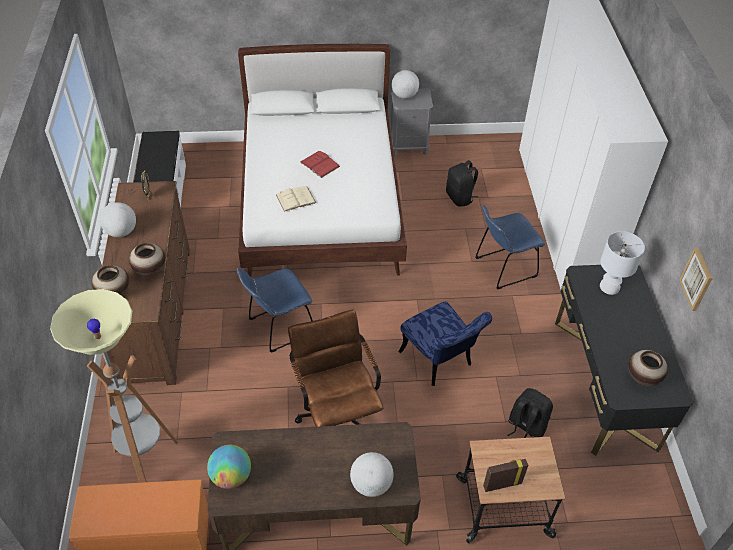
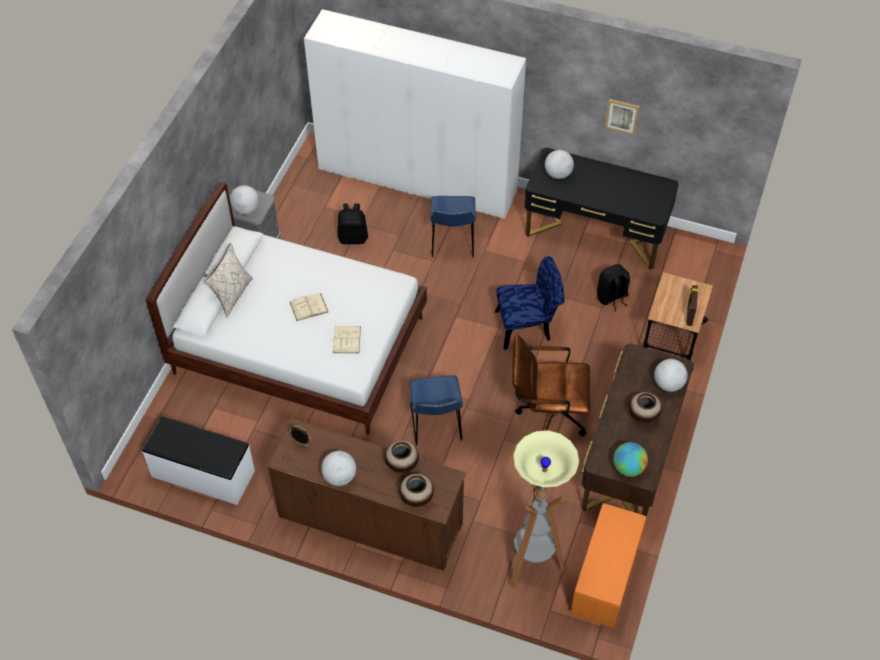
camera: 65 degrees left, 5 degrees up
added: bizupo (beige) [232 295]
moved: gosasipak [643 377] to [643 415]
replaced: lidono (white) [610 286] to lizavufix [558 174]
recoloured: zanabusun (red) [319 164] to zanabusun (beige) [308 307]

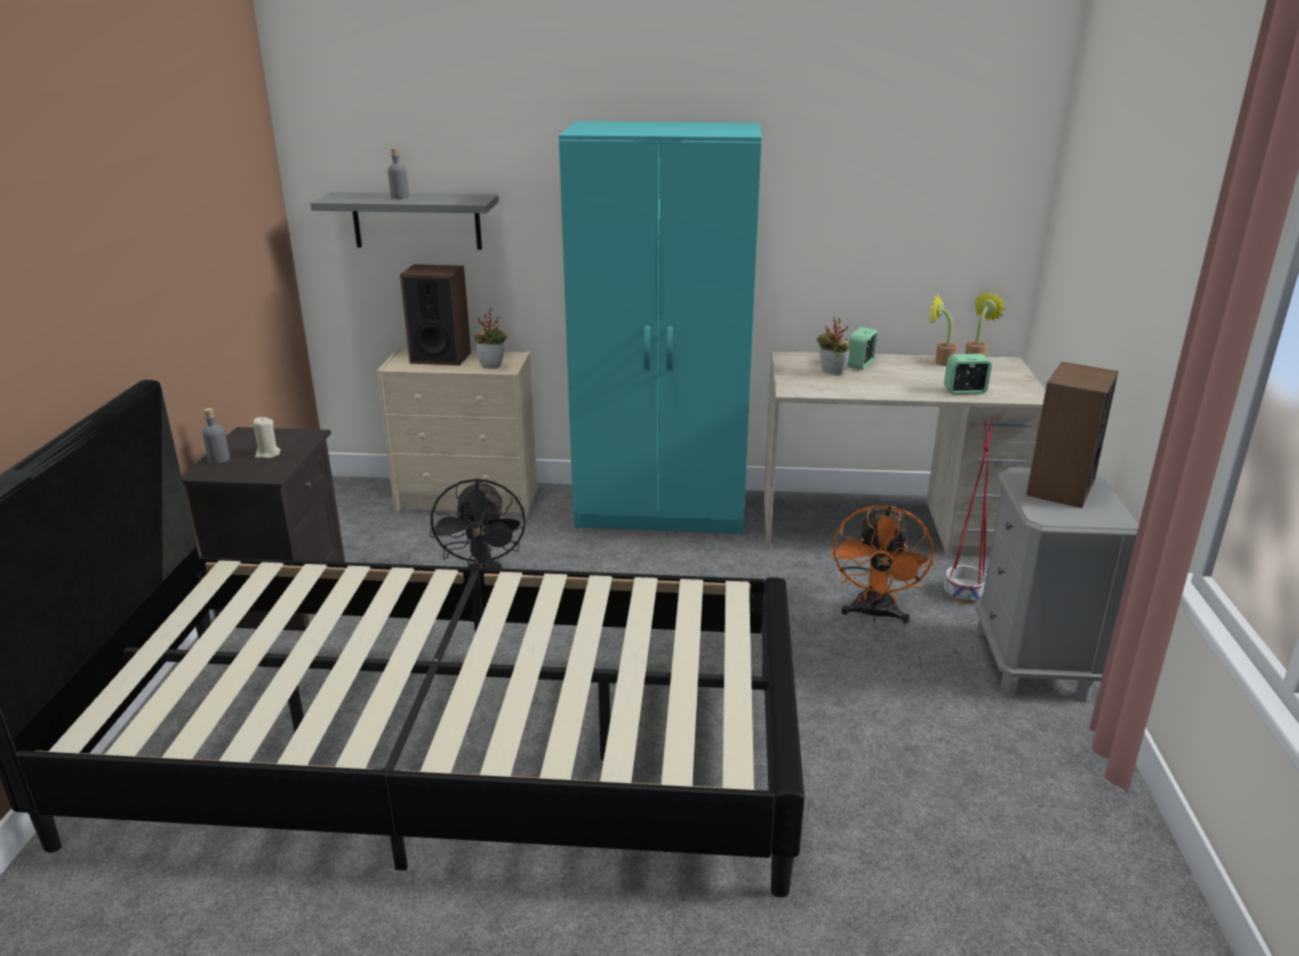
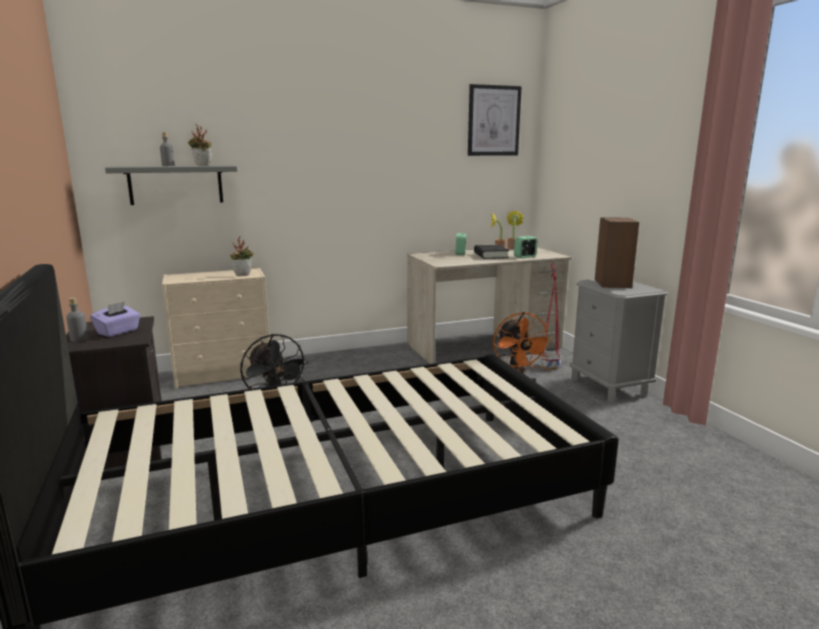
camera: 25 degrees left, 10 degrees down
removed: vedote [440 357]; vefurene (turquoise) [662 511]
added: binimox [493 121]; zanabusun (black) [490 255]
moved: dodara [830 373] to [201 165]
replaced: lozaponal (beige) [268 454] to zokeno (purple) [118 332]

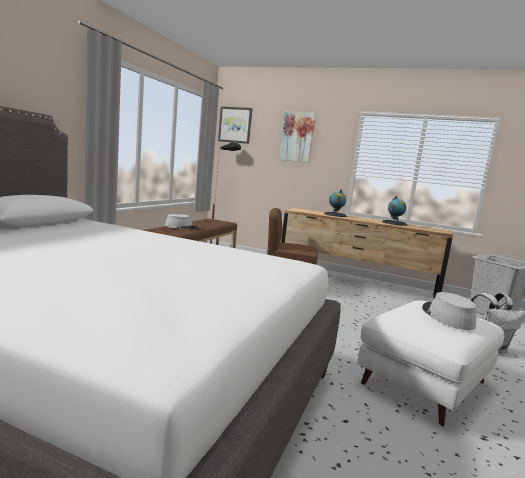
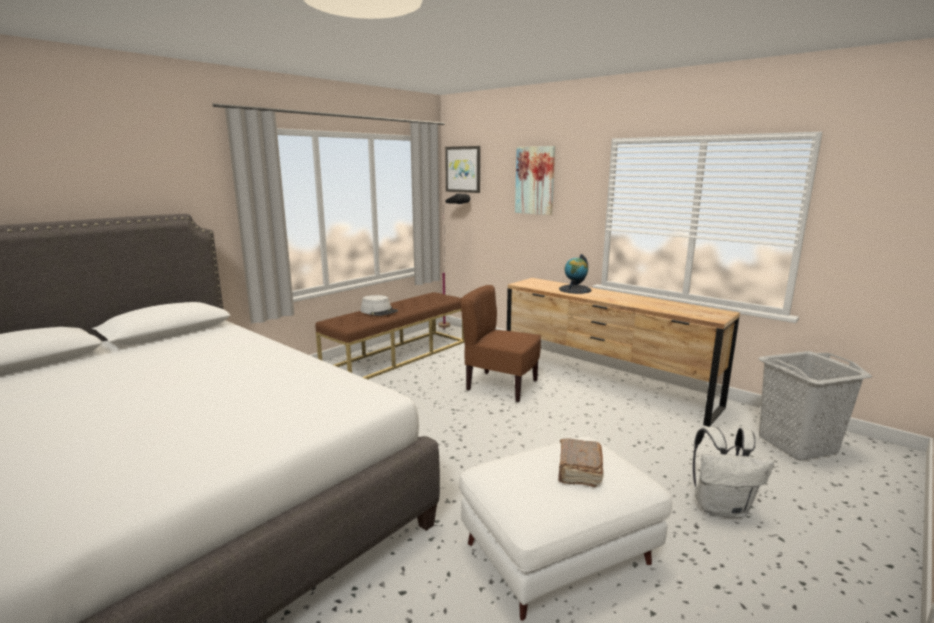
camera: 20 degrees right, 5 degrees up
removed: lizavufix [394 223]
replaced: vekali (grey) [447 317] to zanabusun (brown) [579 471]

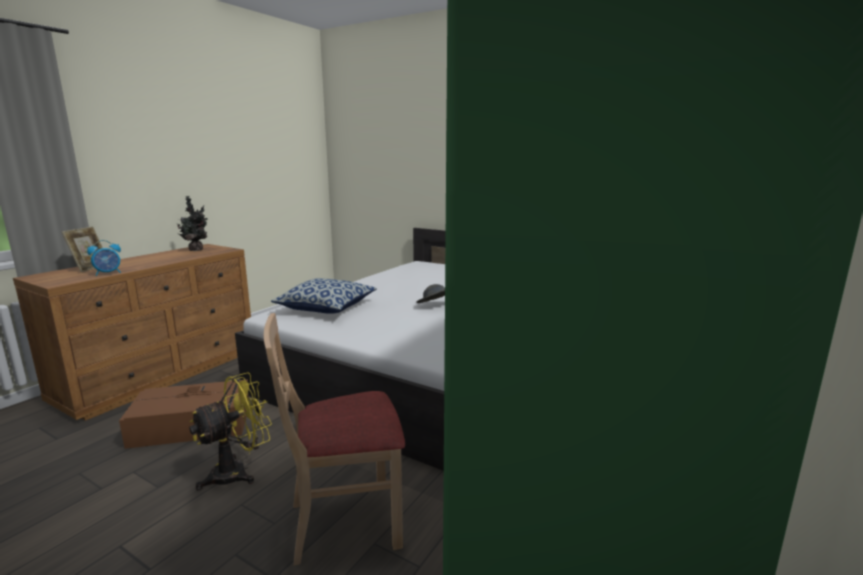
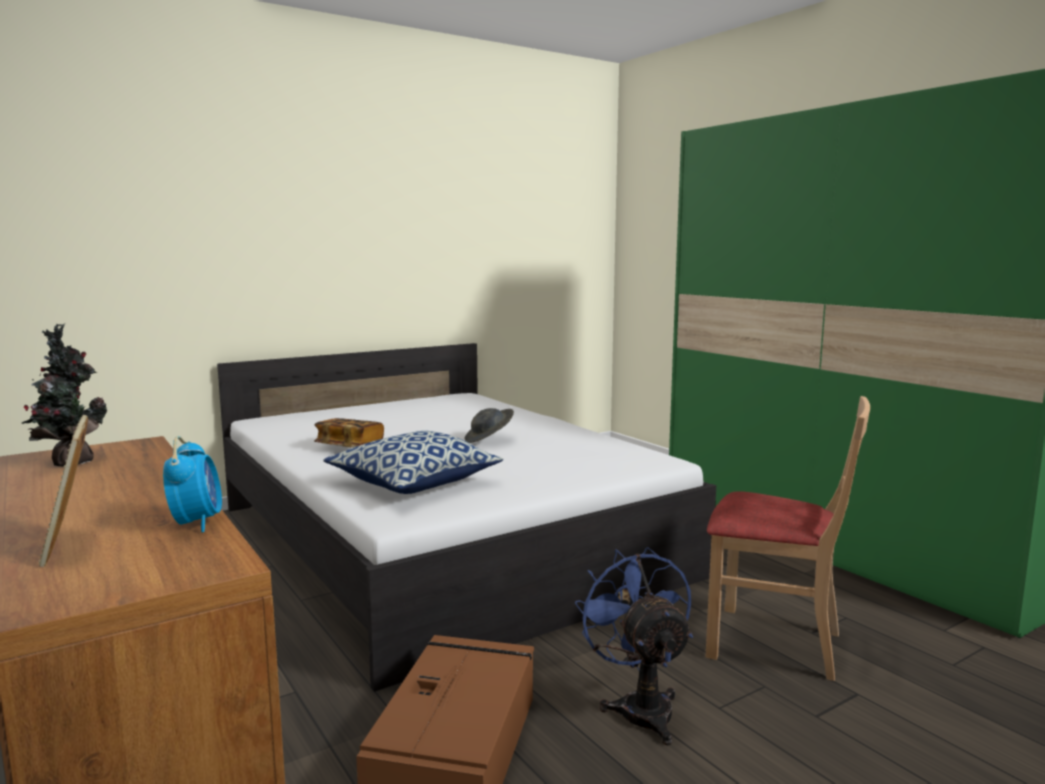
camera: 65 degrees left, 5 degrees down
added: zanabusun [349 447]
recoloured: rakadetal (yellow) [238 472] to rakadetal (blue) [640 706]
turned: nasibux [90 268] = [71 544] 150 degrees counterclockwise; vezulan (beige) [345 521] = [774 643] 75 degrees counterclockwise

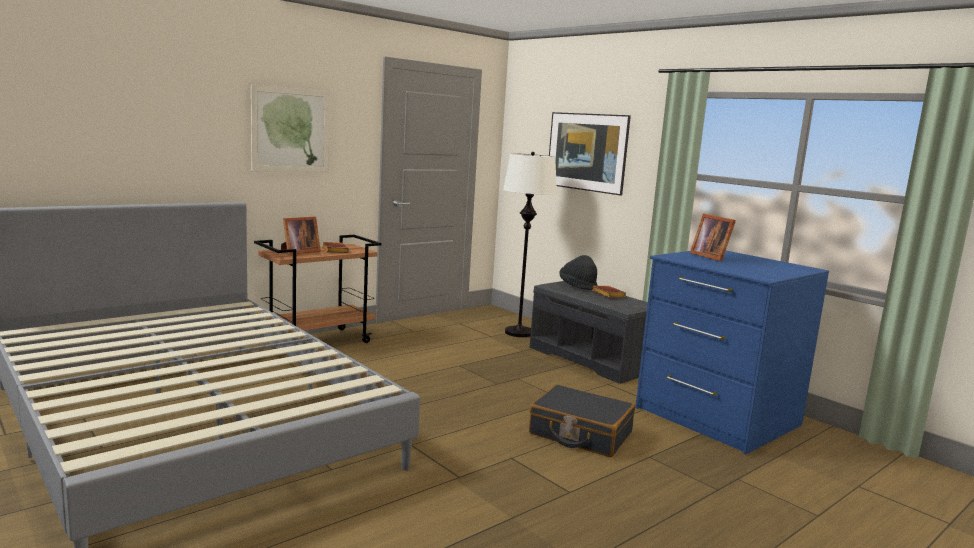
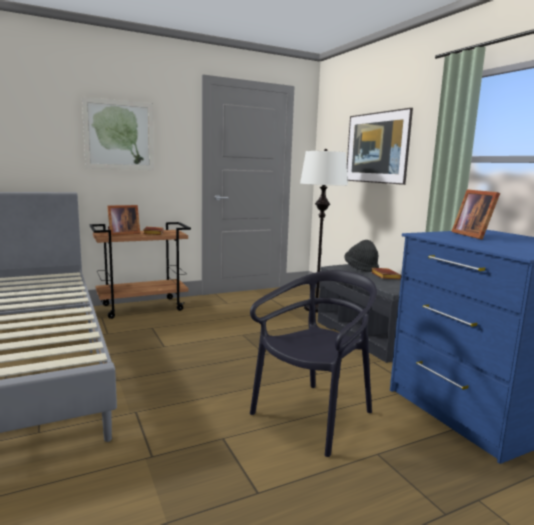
camera: 15 degrees right, 0 degrees up
replaced: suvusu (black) [580 434] to vezulan (black) [314 416]

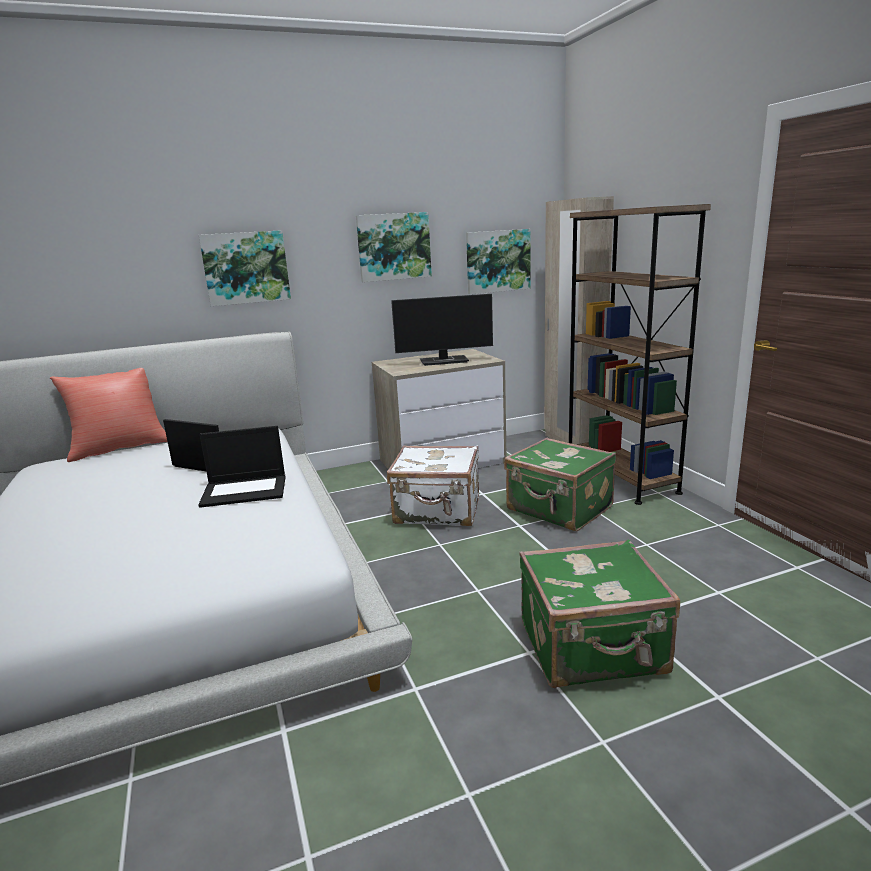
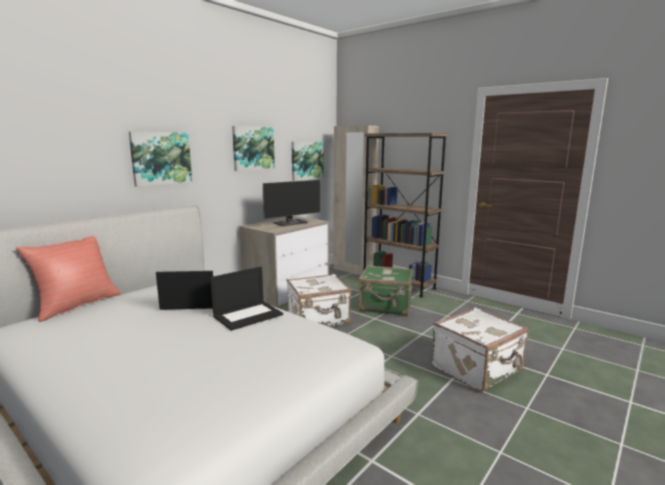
camera: 30 degrees left, 5 degrees down
recoloured: suvusu (green) [593 649] to suvusu (white) [477 369]

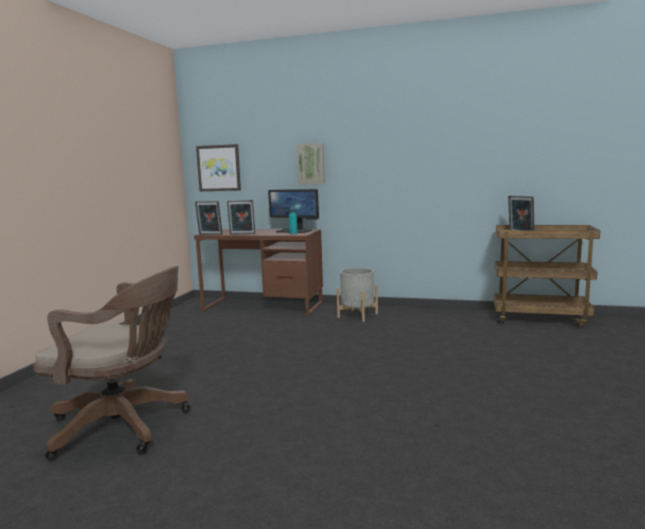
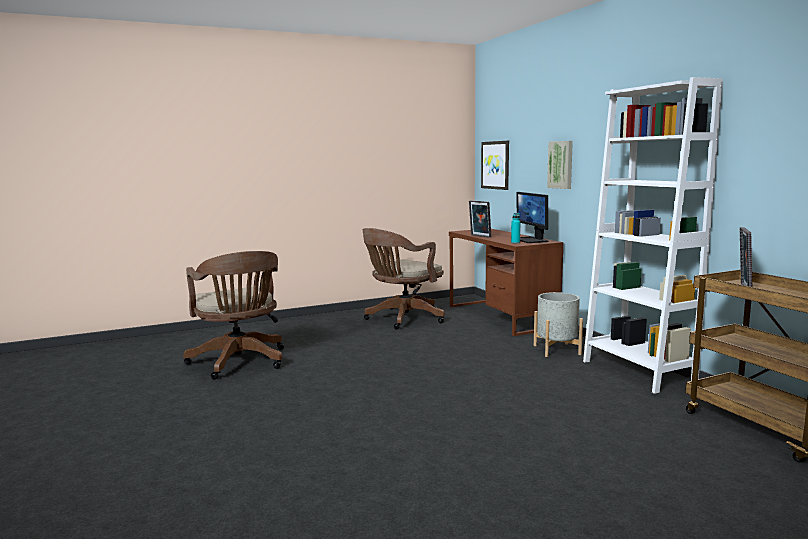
camera: 50 degrees right, 0 degrees up
removed: nasibux [210 234]
added: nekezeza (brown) [402 319]; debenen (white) [637 371]

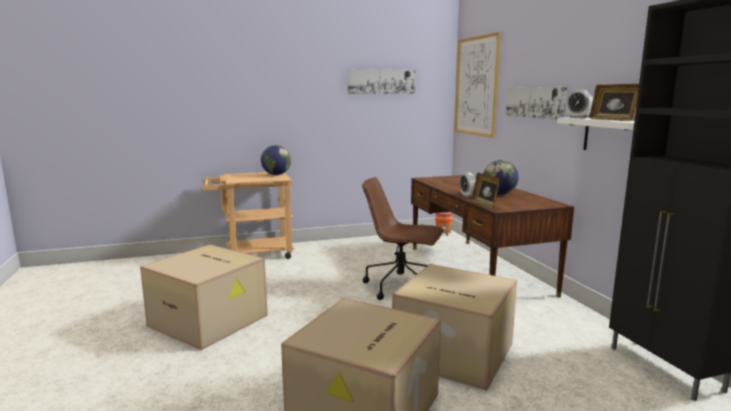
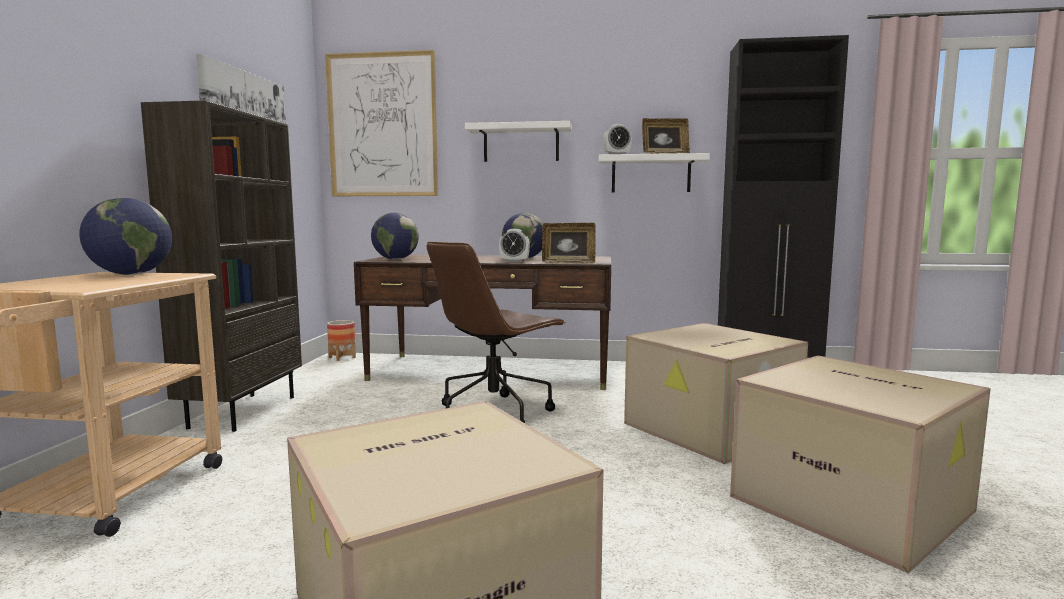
camera: 65 degrees left, 5 degrees down
added: debenen (brown) [243 411]; lizavufix [395 259]
replaced: binimox [535 102] to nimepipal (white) [521 143]

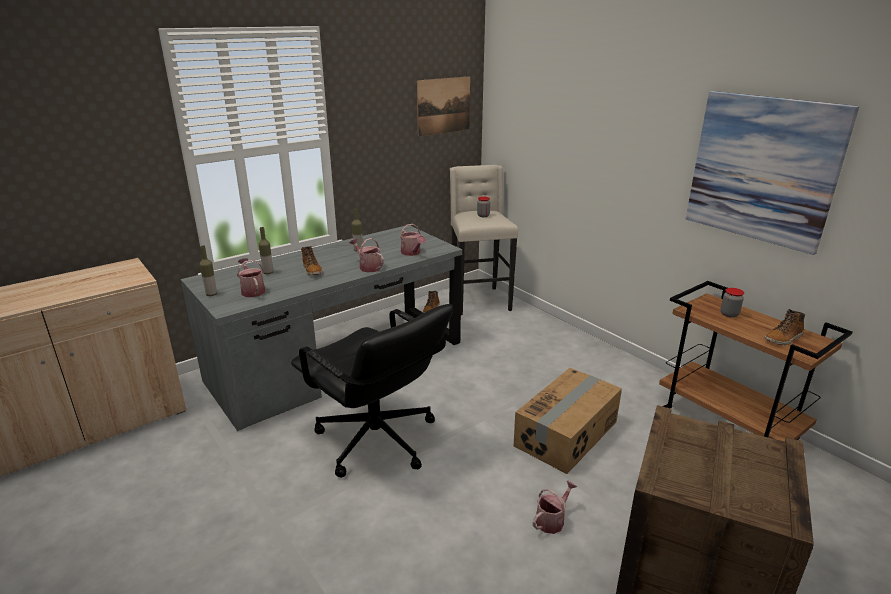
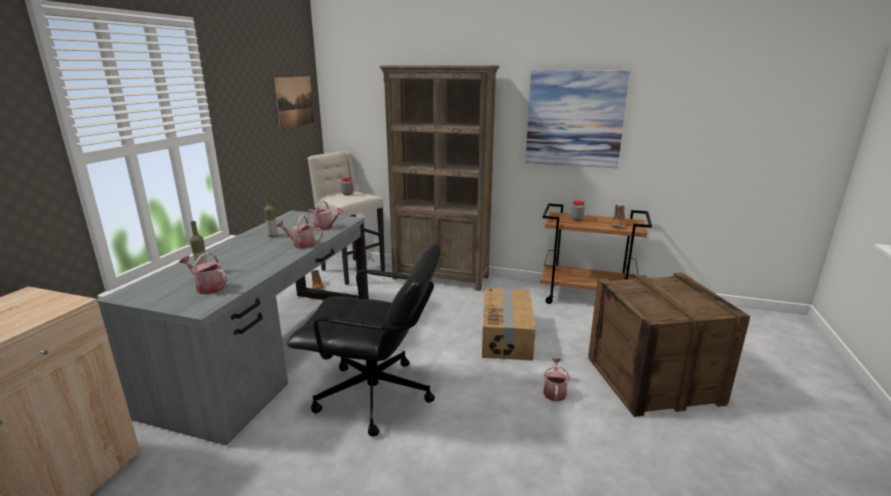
camera: 35 degrees left, 5 degrees down
removed: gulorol [211 294]; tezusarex [312 270]
added: debenen (brown) [441 277]

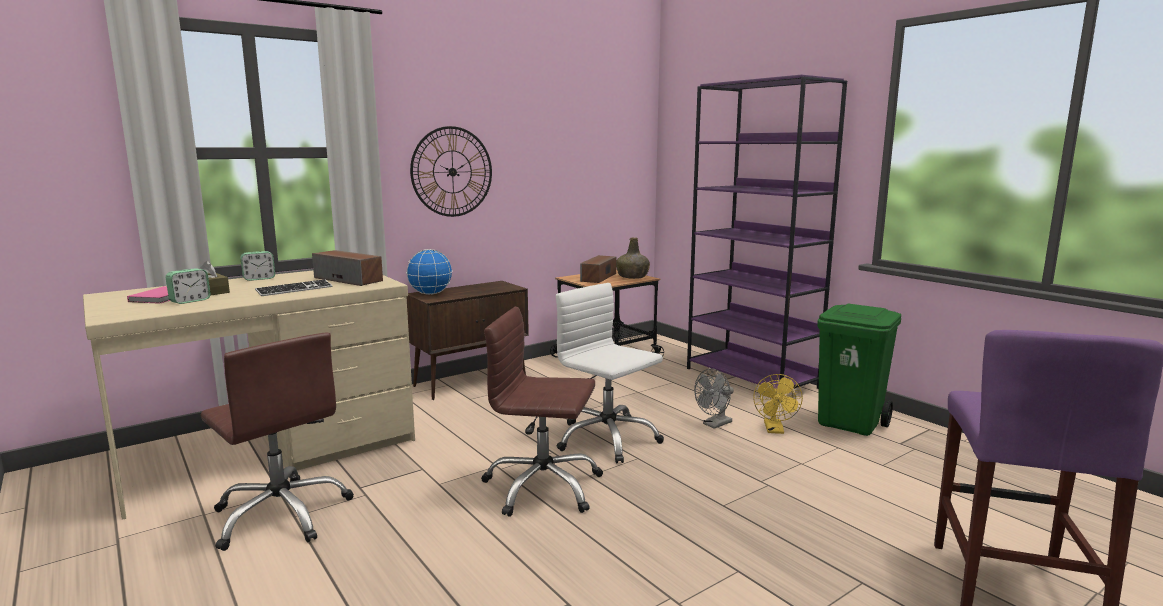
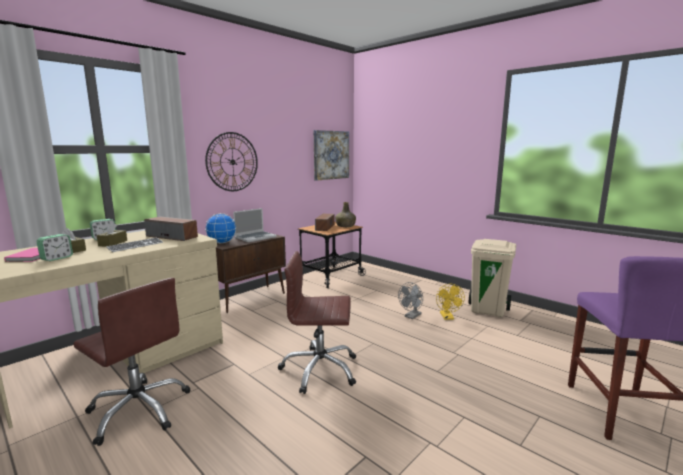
camera: 10 degrees left, 0 degrees up
removed: nekezeza (white) [607 439]; debenen (purple) [752 378]
added: zokeno (brown) [113 243]; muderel [255 237]; binimox [331 155]
recoloured: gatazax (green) [850 424] to gatazax (beige) [488 310]

